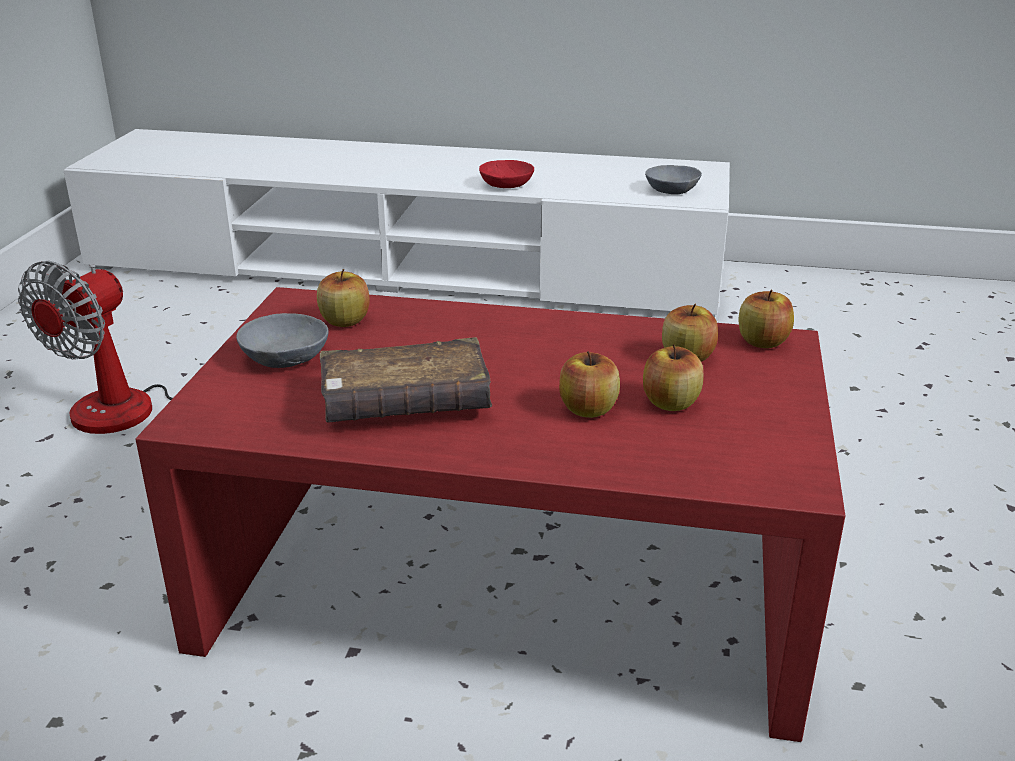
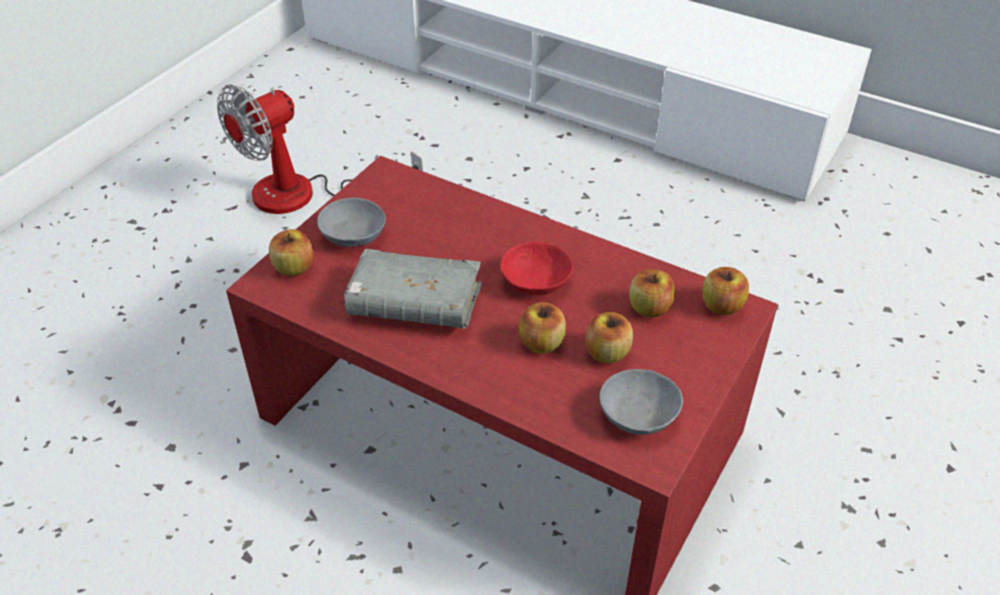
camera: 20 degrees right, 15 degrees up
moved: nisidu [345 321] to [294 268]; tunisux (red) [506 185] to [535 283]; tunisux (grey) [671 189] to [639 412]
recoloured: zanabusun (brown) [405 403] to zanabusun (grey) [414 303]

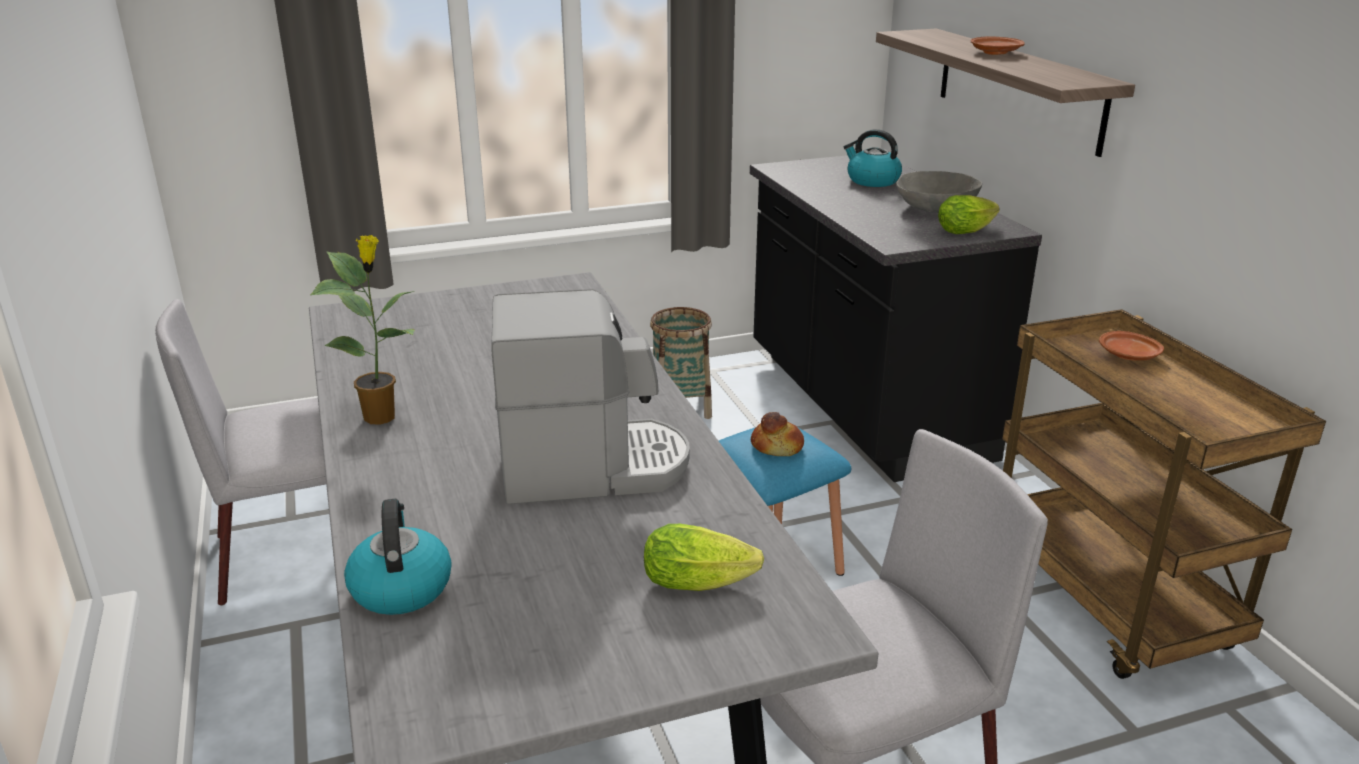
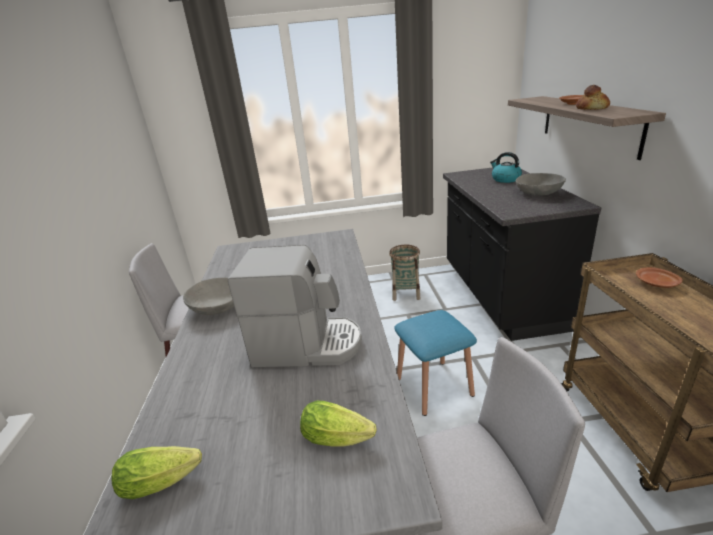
camera: 15 degrees right, 0 degrees up
removed: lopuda [400 587]
moved: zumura [777 446] to [592 108]; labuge [968 230] to [164 480]
replaced: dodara [382 417] to tunisux (grey) [217 307]

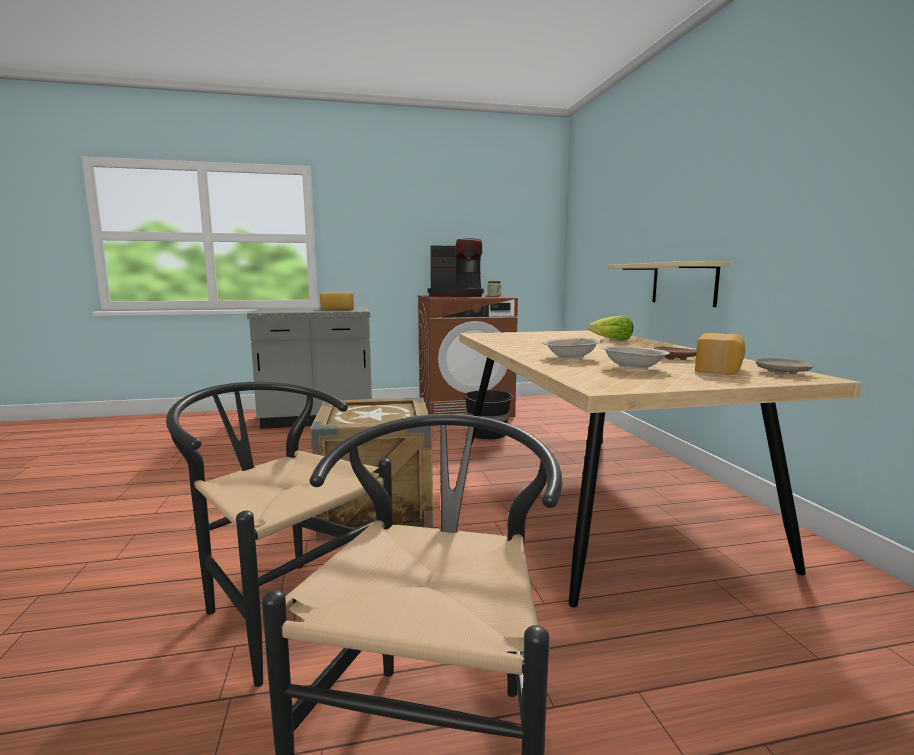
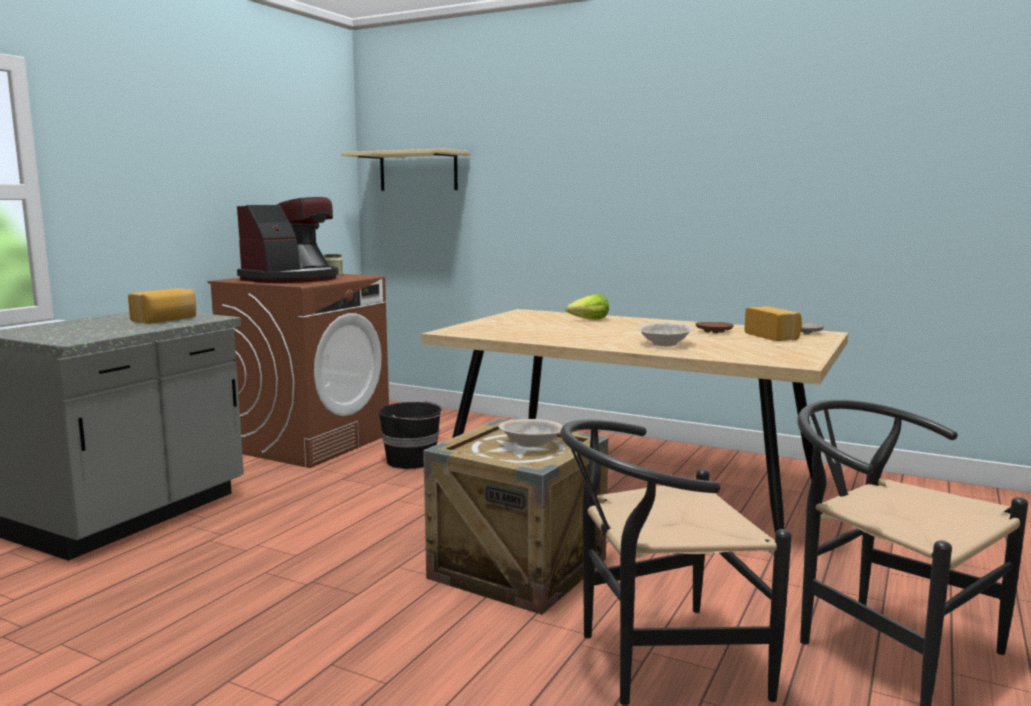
camera: 50 degrees left, 0 degrees up
moved: tunisux (beige) [633 368] to [530 445]; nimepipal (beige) [683 284] to [418 171]

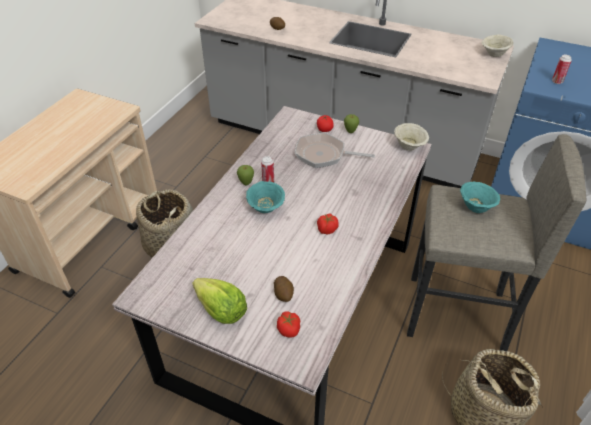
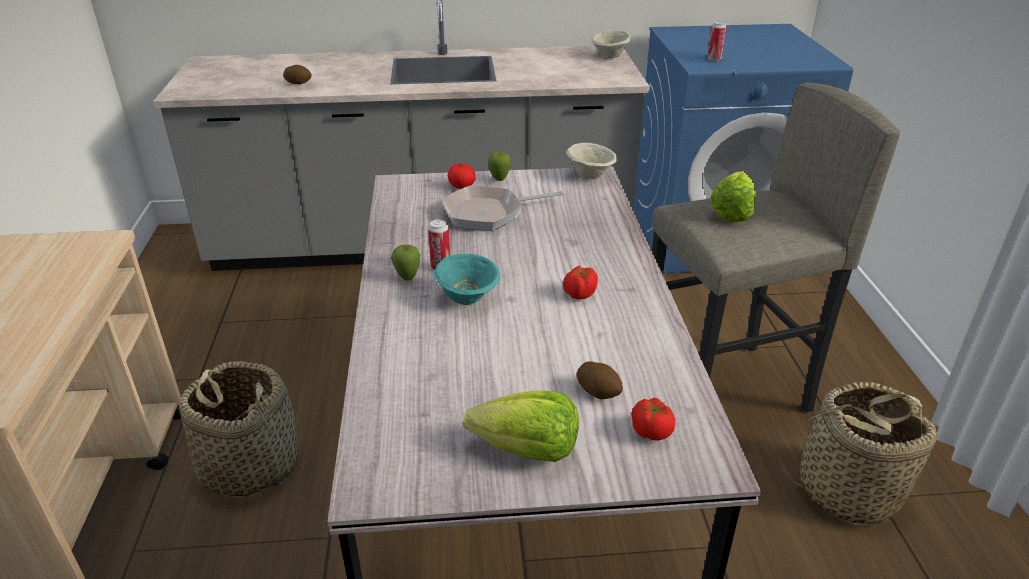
camera: 30 degrees left, 10 degrees down
replaced: tunisux (turquoise) [475 207] to labuge [735 210]

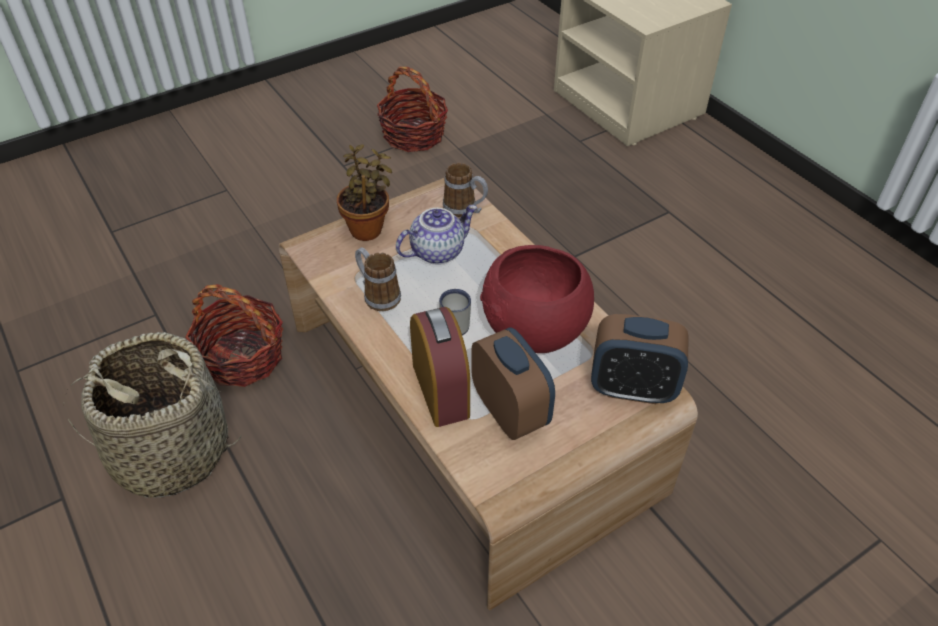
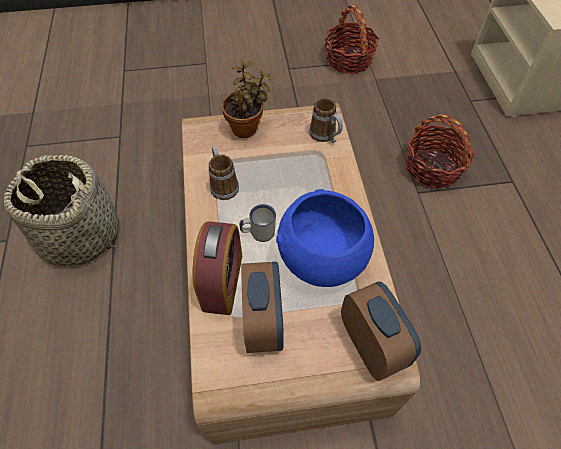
camera: 25 degrees right, 10 degrees up
removed: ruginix [437 251]
moved: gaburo [243 357] to [432 168]
recoloured: tunisux (red) [532 329] to tunisux (blue) [320 258]
turned: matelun [632 388] = [371 344] 150 degrees counterclockwise

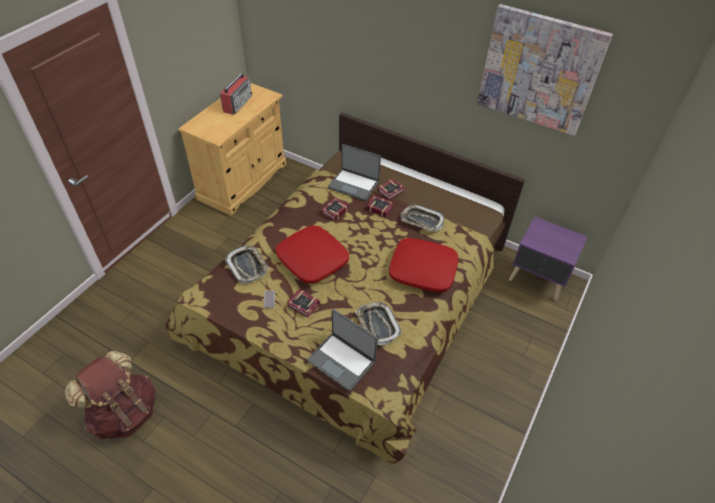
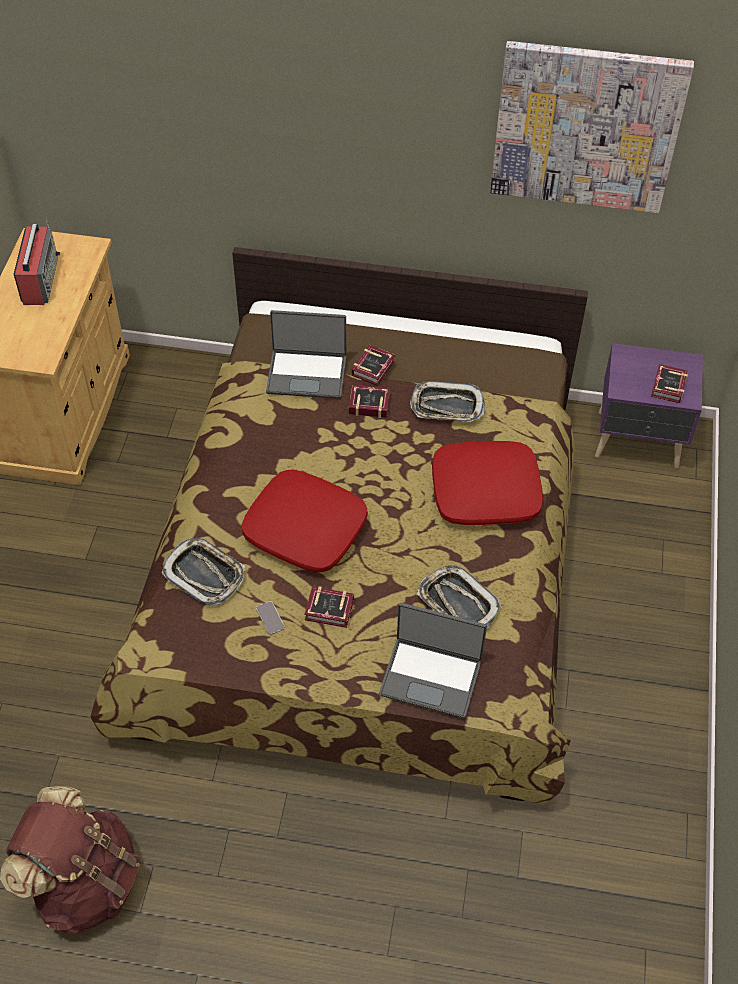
camera: 20 degrees left, 5 degrees up
moved: zanabusun [334 211] to [667 388]

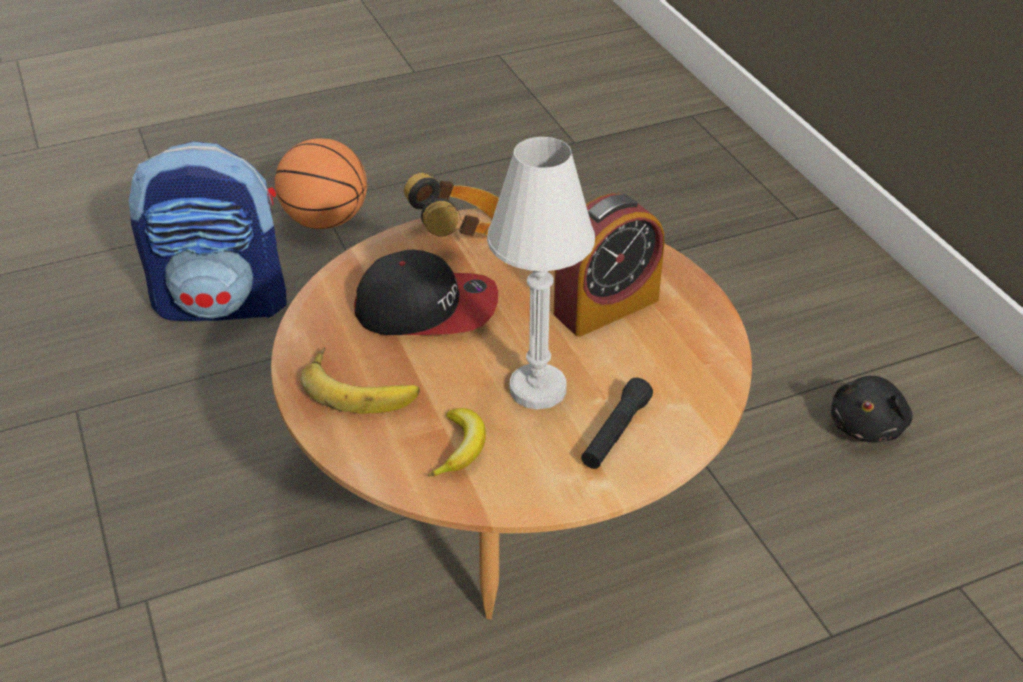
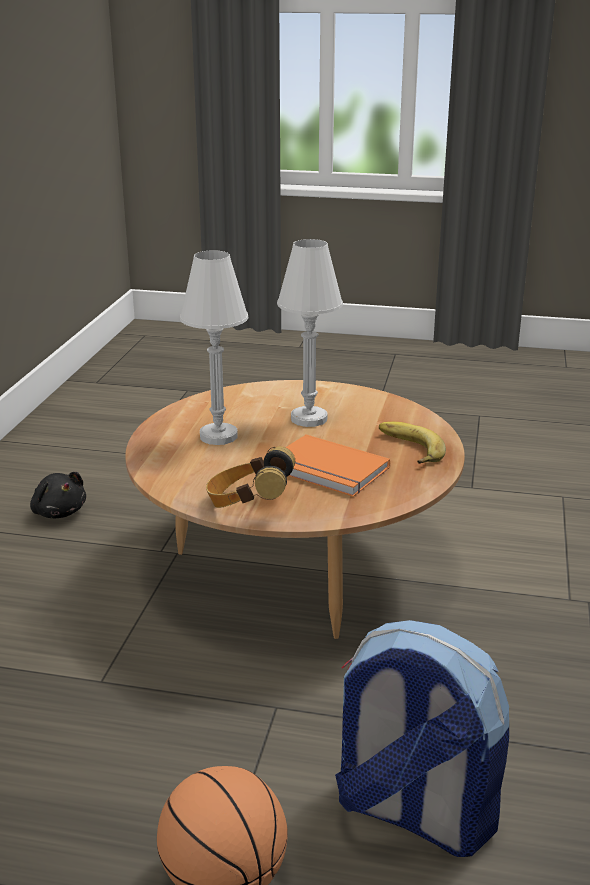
camera: 145 degrees left, 15 degrees down
removed: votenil [460 448]; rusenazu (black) [615 433]
replaced: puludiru [427 308] to zanabusun (orange) [326 470]; matelun [606 306] to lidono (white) [218 436]
turned: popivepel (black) [867 425] = [59 512] 75 degrees clockwise

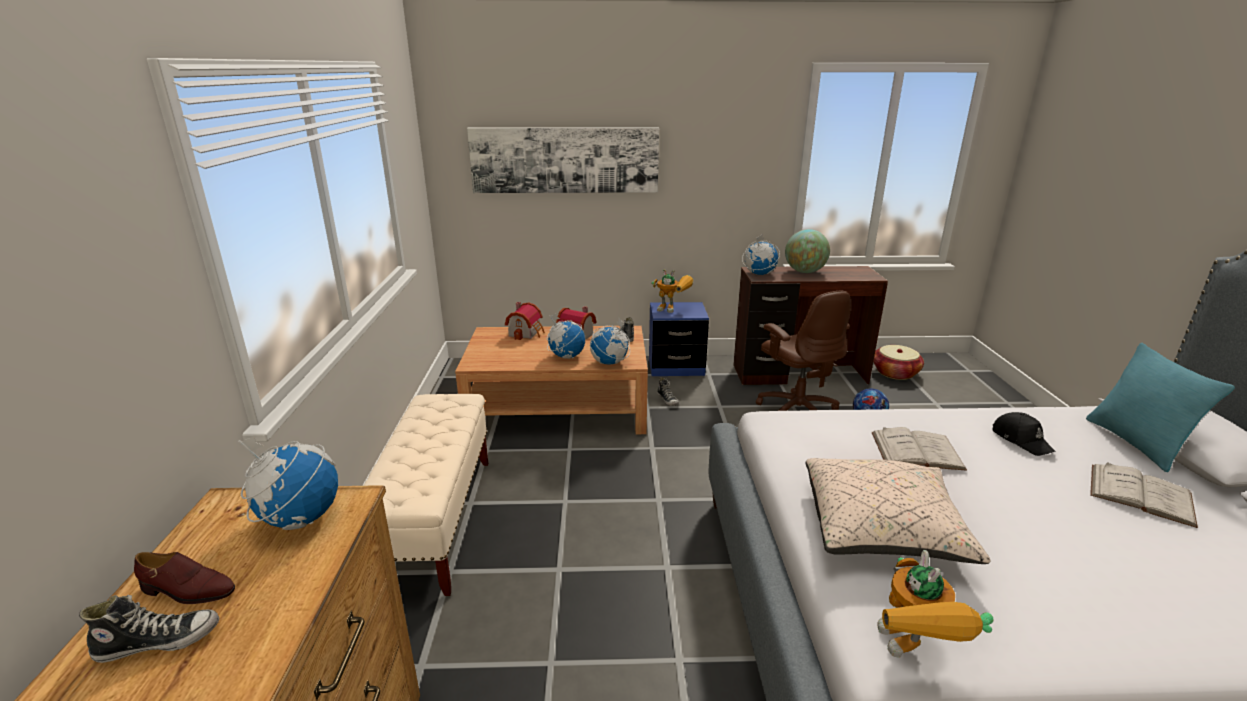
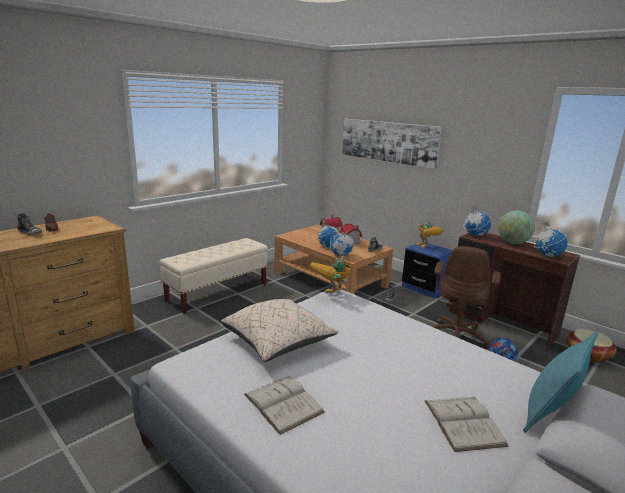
camera: 45 degrees right, 5 degrees down
removed: puludiru (black) [1021 440]
moved: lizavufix [299 518] to [547 255]; zanabusun (white) [916 450] to [283 403]; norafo [913 655] to [331 295]

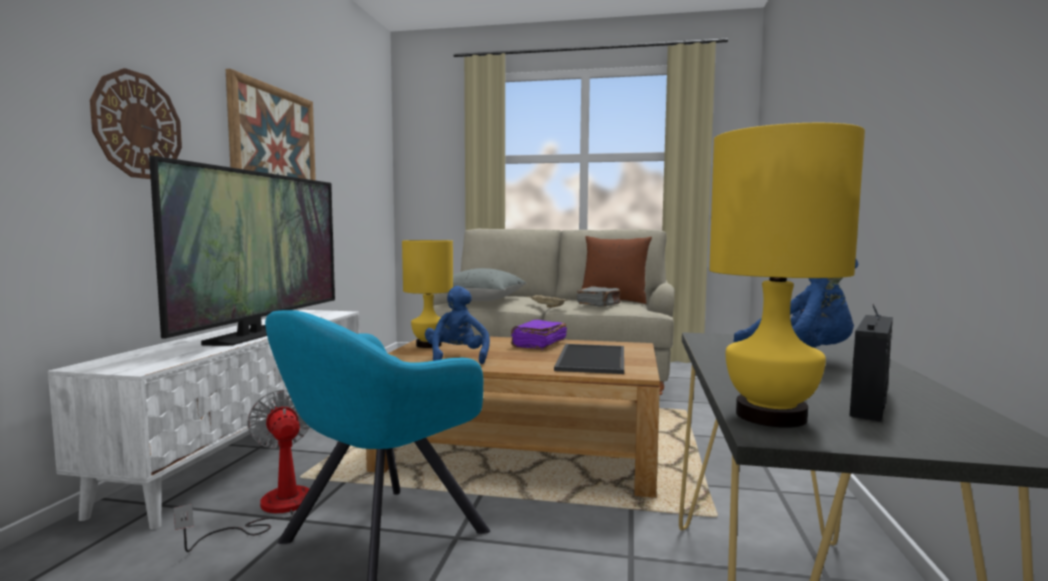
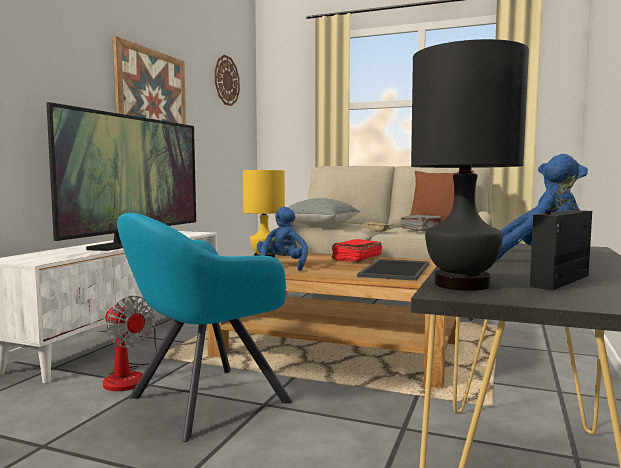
camera: 10 degrees right, 0 degrees up
moved: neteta [137 125] to [226 80]
recoloured: zanabusun (purple) [538 344] to zanabusun (red) [356 259]; lidono (yellow) [772 415] to lidono (black) [463 284]
turned: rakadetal [271 510] = [130 376] 150 degrees clockwise

